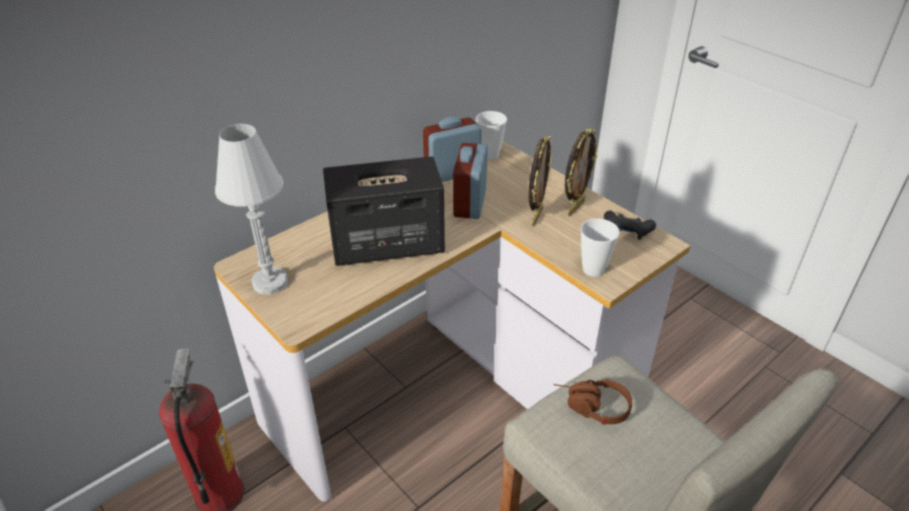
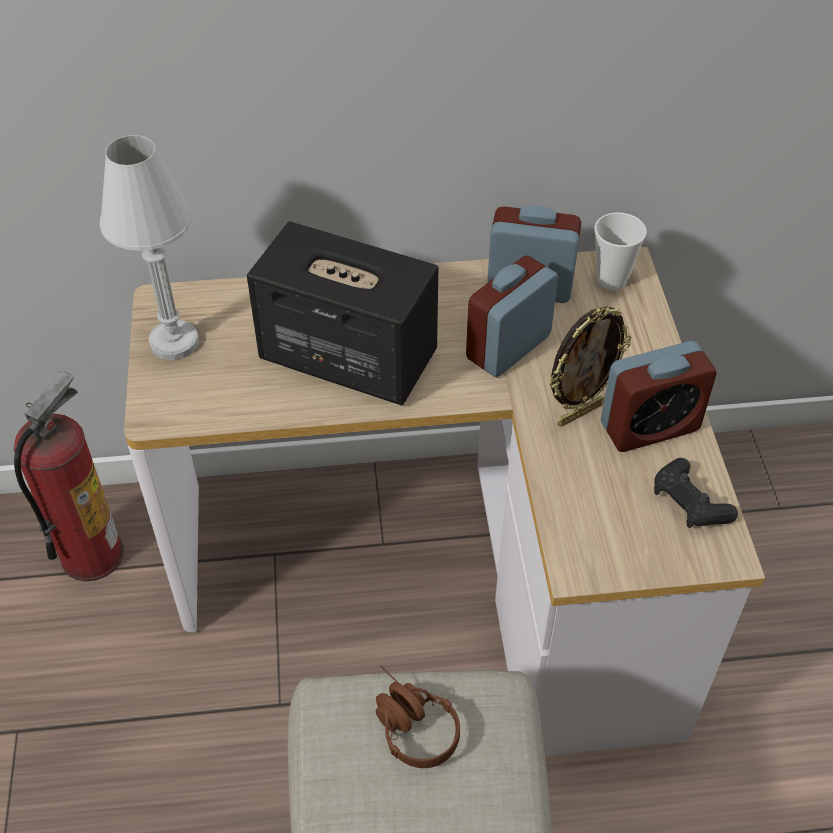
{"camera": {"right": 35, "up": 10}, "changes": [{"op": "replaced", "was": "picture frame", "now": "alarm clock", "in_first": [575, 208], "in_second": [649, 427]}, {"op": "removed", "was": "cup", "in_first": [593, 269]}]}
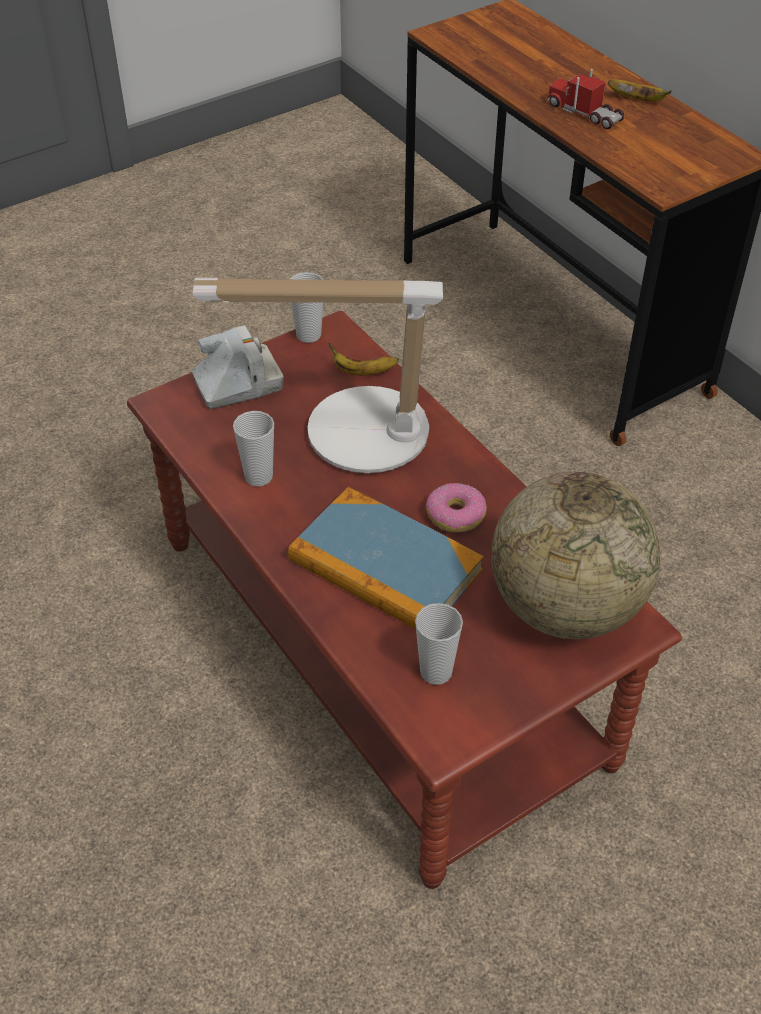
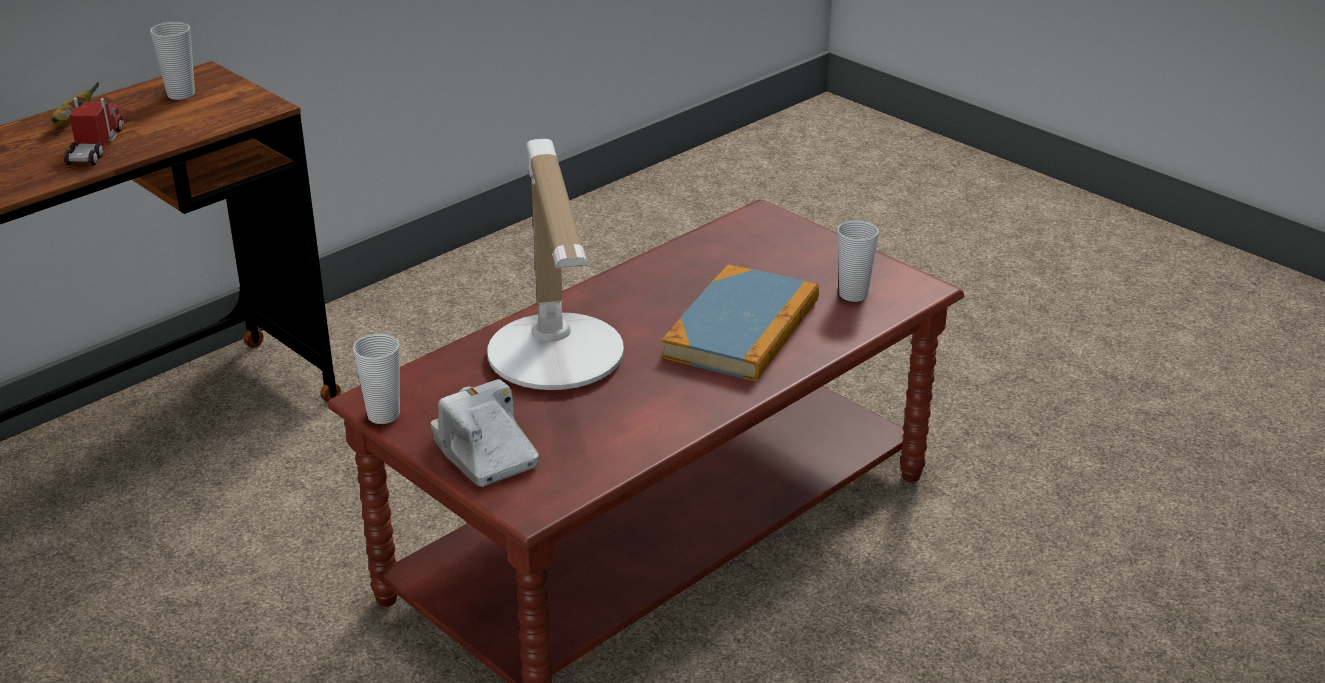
{"camera": {"right": -100, "up": -15}, "changes": [{"op": "moved", "was": "cup", "in_first": [258, 477], "in_second": [181, 94]}, {"op": "removed", "was": "banana", "in_first": [362, 372]}, {"op": "removed", "was": "donut", "in_first": [456, 515]}, {"op": "removed", "was": "globe", "in_first": [565, 607]}, {"op": "turned", "was": "toy truck", "in_first": [584, 113], "in_second": [95, 147], "clockwise": 150}]}
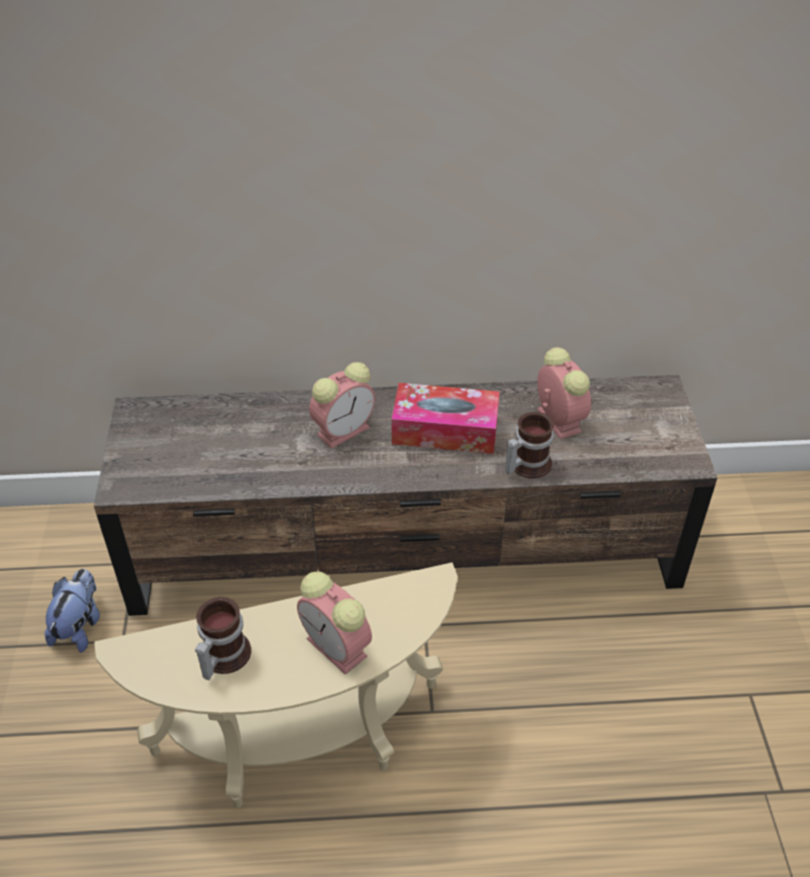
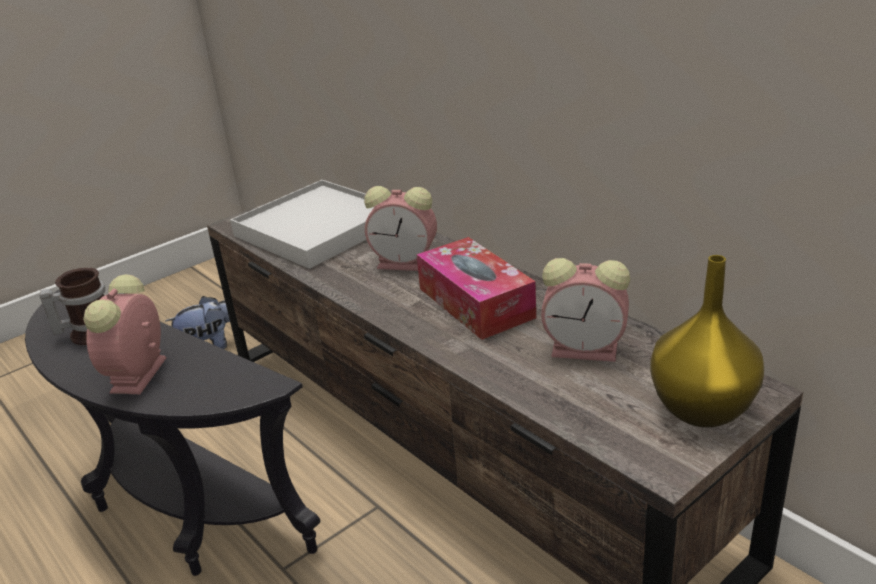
{"camera": {"right": 55, "up": -15}, "changes": [{"op": "recoloured", "was": "beige side table", "now": "black side table", "in_first": [303, 747], "in_second": [182, 511]}, {"op": "removed", "was": "mug", "in_first": [526, 464]}, {"op": "turned", "was": "alarm clock", "in_first": [557, 419], "in_second": [587, 349], "clockwise": 75}, {"op": "added", "now": "white tray", "in_second": [317, 229]}, {"op": "added", "now": "yellow vase", "in_second": [702, 408]}]}
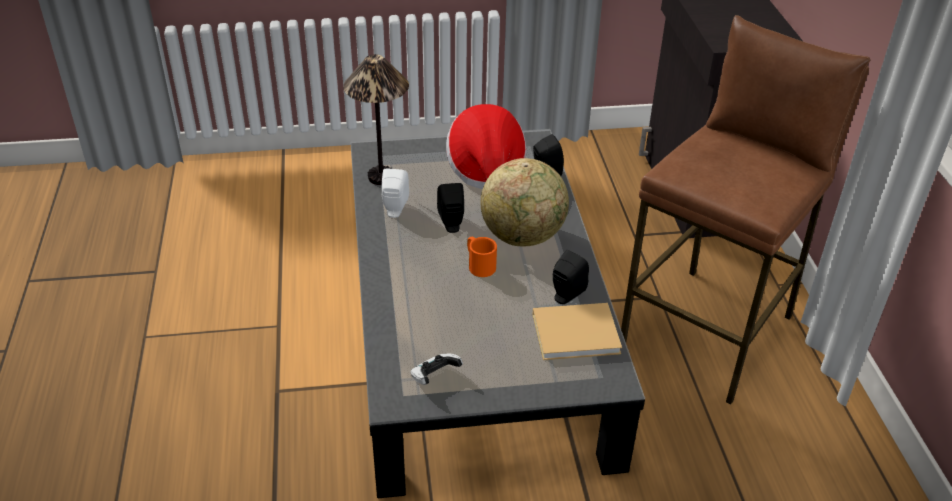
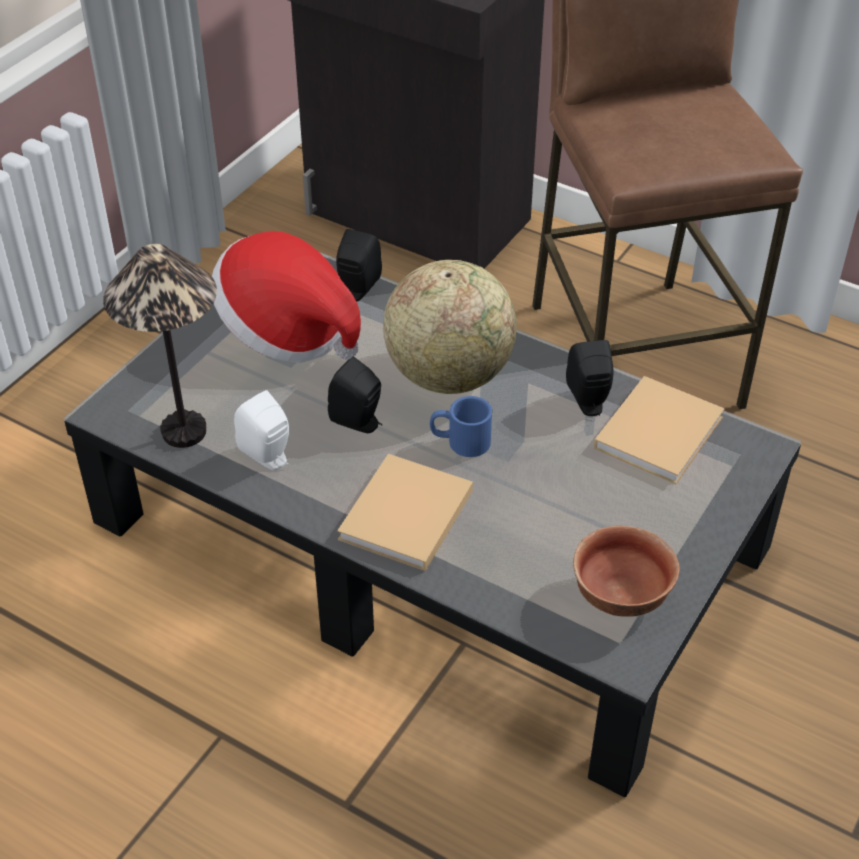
{"camera": {"right": -50, "up": 5}, "changes": [{"op": "replaced", "was": "game controller", "now": "bowl", "in_first": [434, 377], "in_second": [620, 594]}, {"op": "recoloured", "was": "orange mug", "now": "blue mug", "in_first": [479, 264], "in_second": [460, 441]}, {"op": "added", "now": "beige book", "in_second": [404, 518]}]}
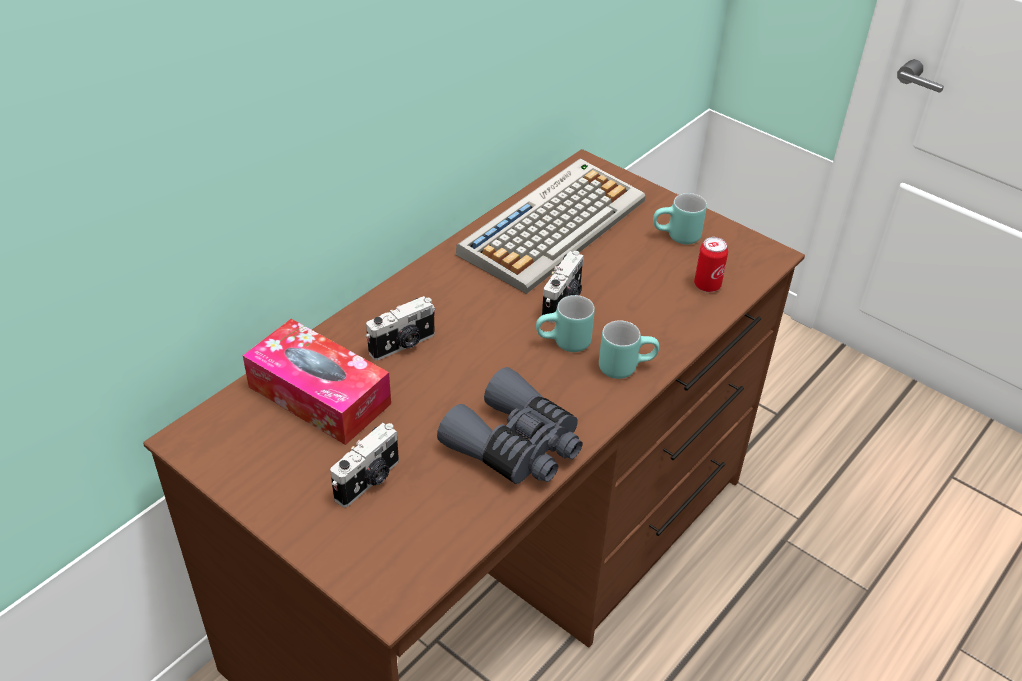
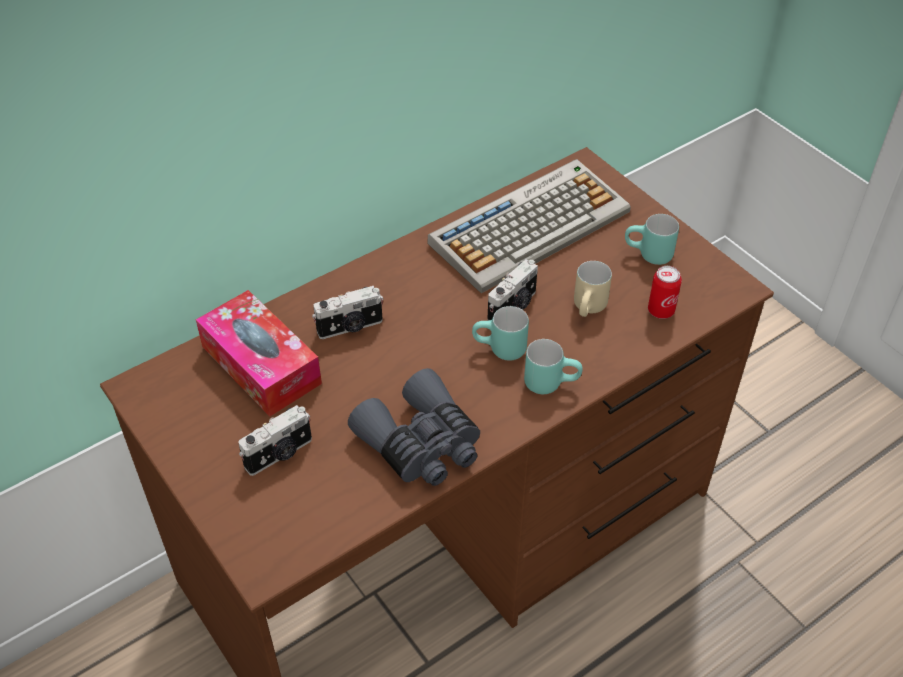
{"camera": {"right": 15, "up": 5}, "changes": [{"op": "added", "now": "beige mug", "in_second": [590, 309]}]}
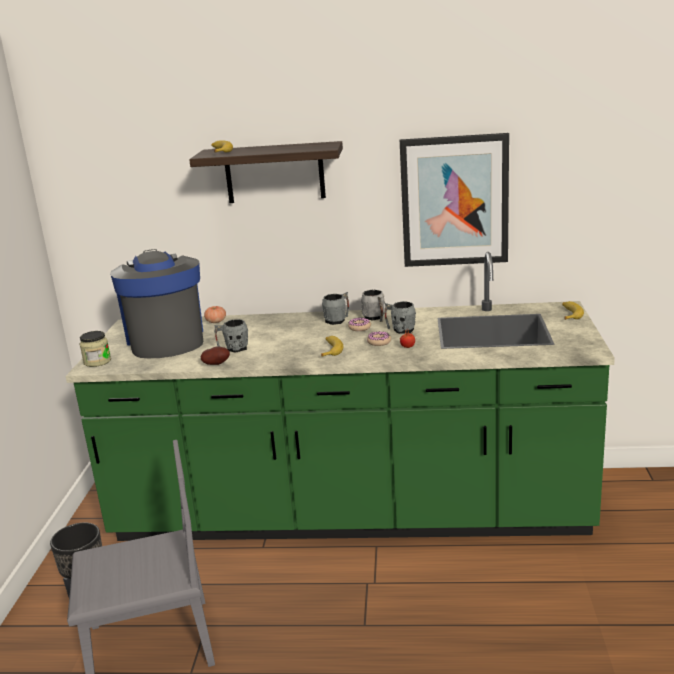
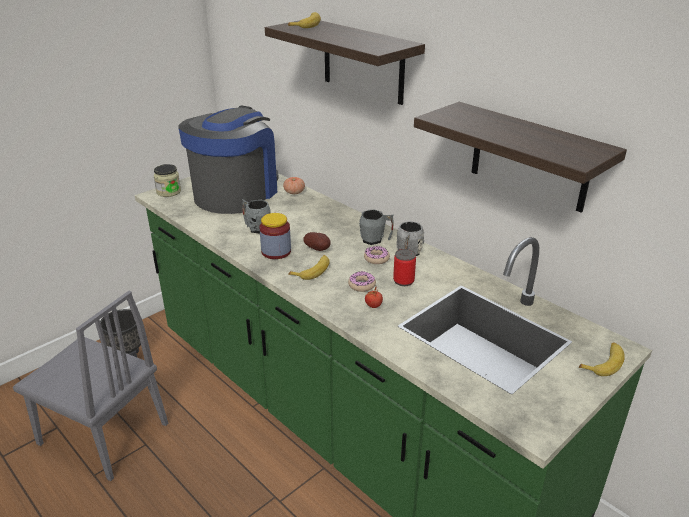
{"camera": {"right": 40, "up": 10}, "changes": [{"op": "moved", "was": "potato", "in_first": [217, 364], "in_second": [318, 249]}, {"op": "replaced", "was": "grey mug", "now": "can", "in_first": [400, 329], "in_second": [403, 281]}, {"op": "replaced", "was": "picture", "now": "shelf", "in_first": [454, 201], "in_second": [529, 157]}, {"op": "added", "now": "jar", "in_second": [276, 251]}]}
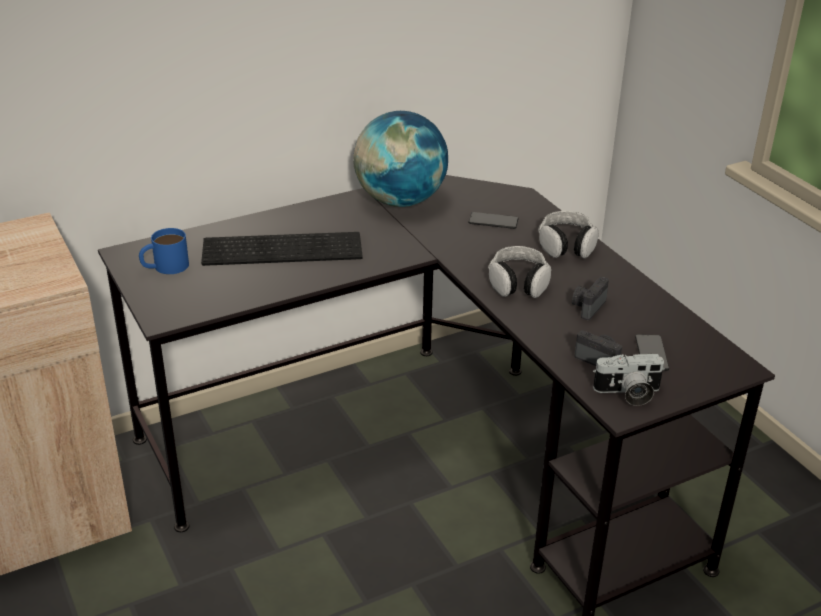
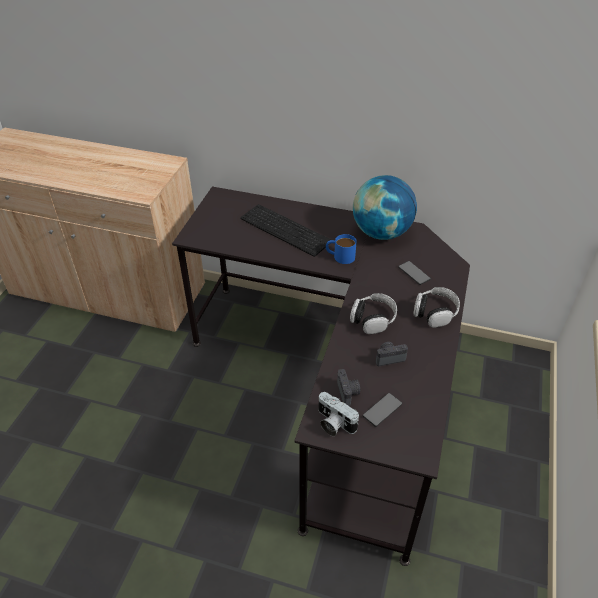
{"camera": {"right": 45, "up": 10}, "changes": [{"op": "moved", "was": "blue mug", "in_first": [165, 267], "in_second": [340, 256]}]}
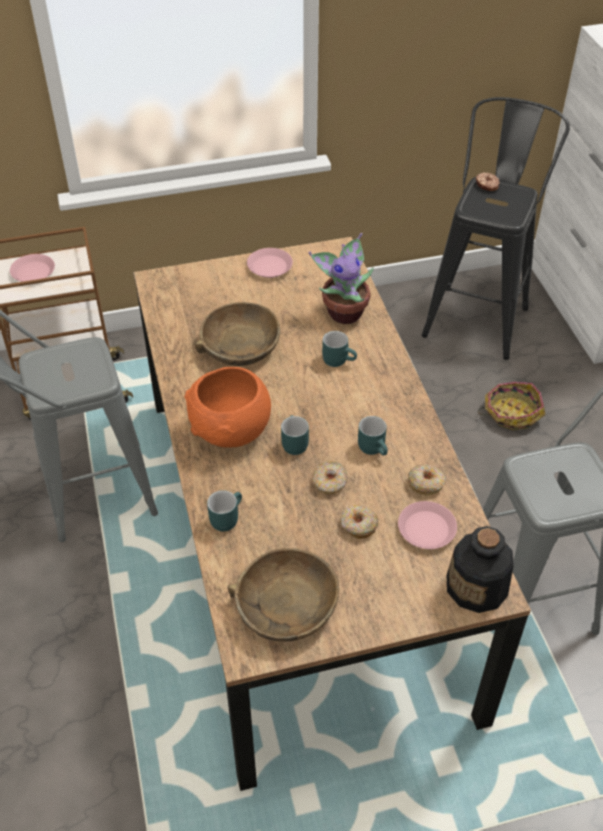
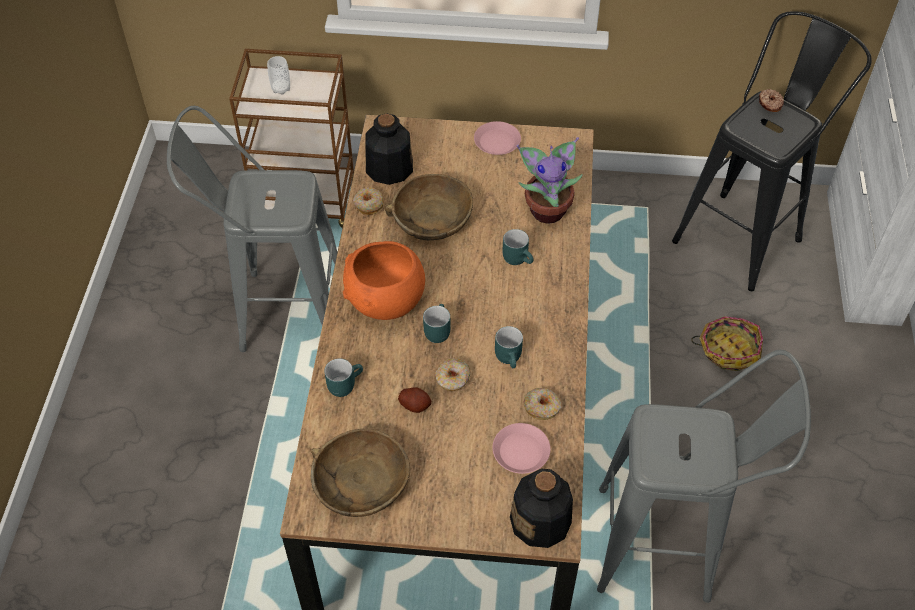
{"camera": {"right": 20, "up": 5}, "changes": [{"op": "replaced", "was": "pink plate", "now": "cup", "in_first": [33, 272], "in_second": [281, 88]}, {"op": "moved", "was": "donut", "in_first": [358, 525], "in_second": [368, 204]}, {"op": "added", "now": "bottle", "in_second": [388, 168]}, {"op": "added", "now": "potato", "in_second": [415, 405]}]}
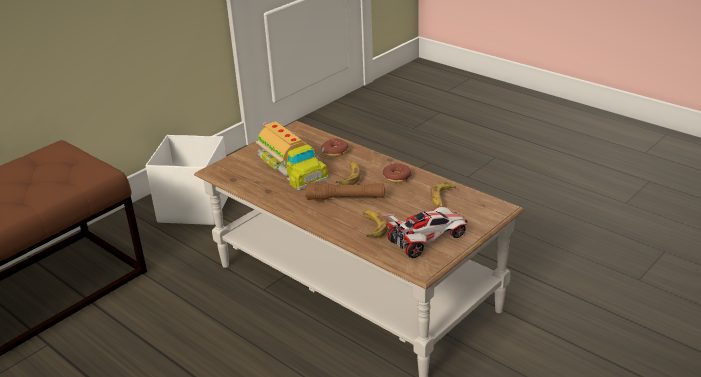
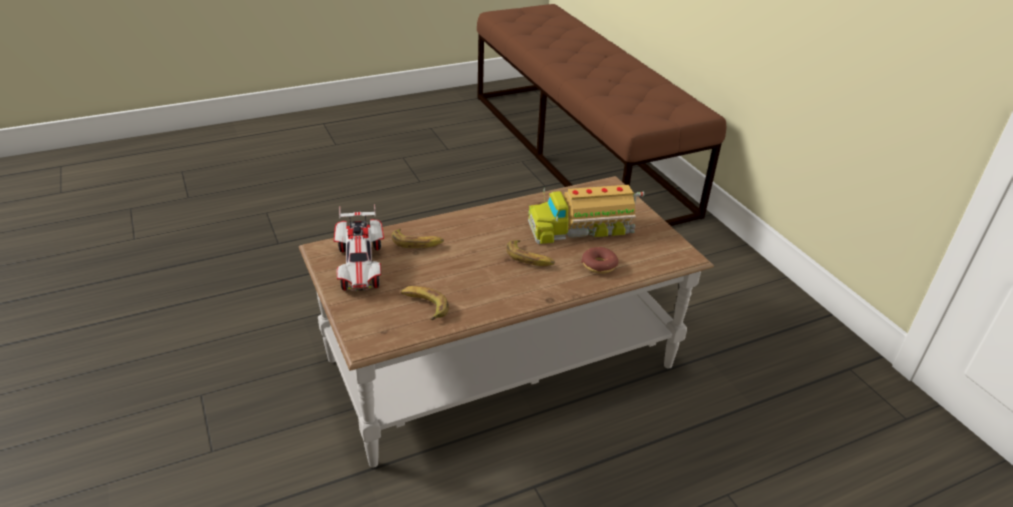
{"camera": {"right": 110, "up": 5}, "changes": [{"op": "removed", "was": "white storage box", "in_first": [196, 206]}, {"op": "removed", "was": "brown flashlight", "in_first": [345, 198]}, {"op": "removed", "was": "donut", "in_first": [396, 177]}]}
